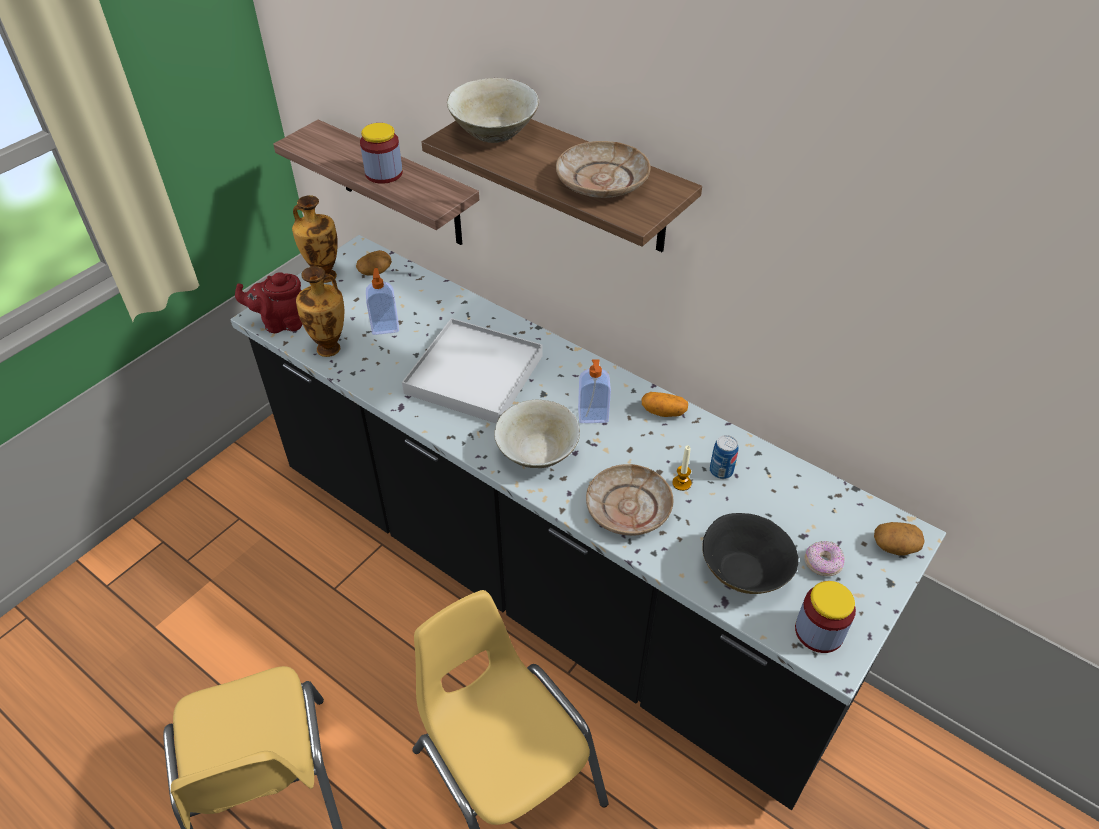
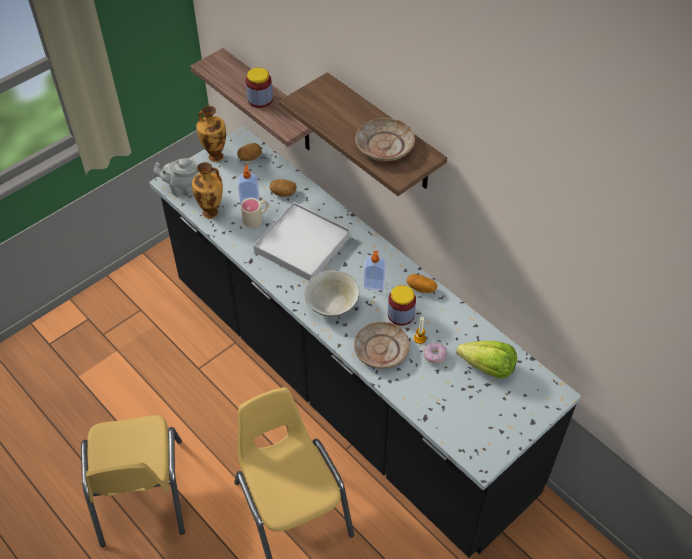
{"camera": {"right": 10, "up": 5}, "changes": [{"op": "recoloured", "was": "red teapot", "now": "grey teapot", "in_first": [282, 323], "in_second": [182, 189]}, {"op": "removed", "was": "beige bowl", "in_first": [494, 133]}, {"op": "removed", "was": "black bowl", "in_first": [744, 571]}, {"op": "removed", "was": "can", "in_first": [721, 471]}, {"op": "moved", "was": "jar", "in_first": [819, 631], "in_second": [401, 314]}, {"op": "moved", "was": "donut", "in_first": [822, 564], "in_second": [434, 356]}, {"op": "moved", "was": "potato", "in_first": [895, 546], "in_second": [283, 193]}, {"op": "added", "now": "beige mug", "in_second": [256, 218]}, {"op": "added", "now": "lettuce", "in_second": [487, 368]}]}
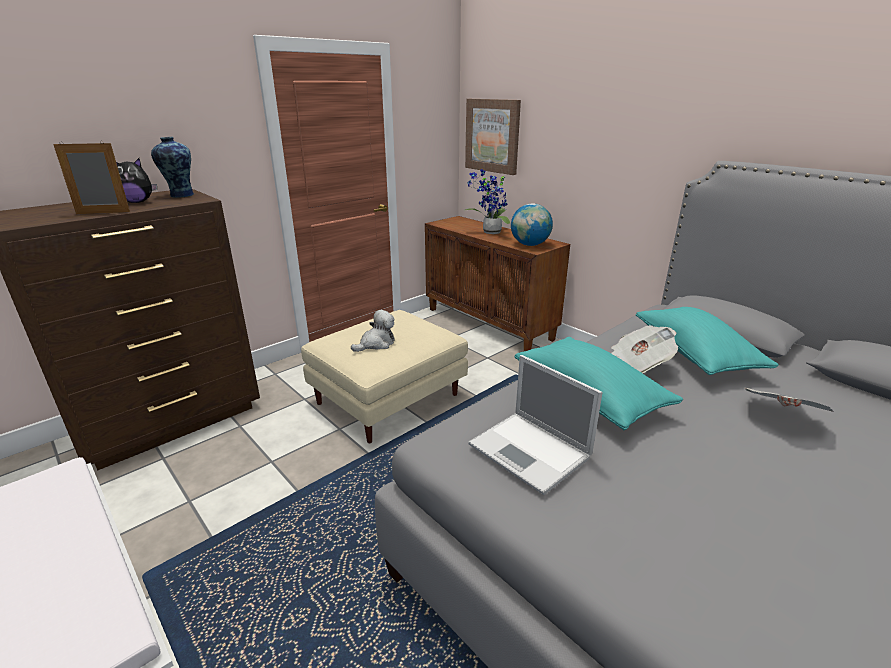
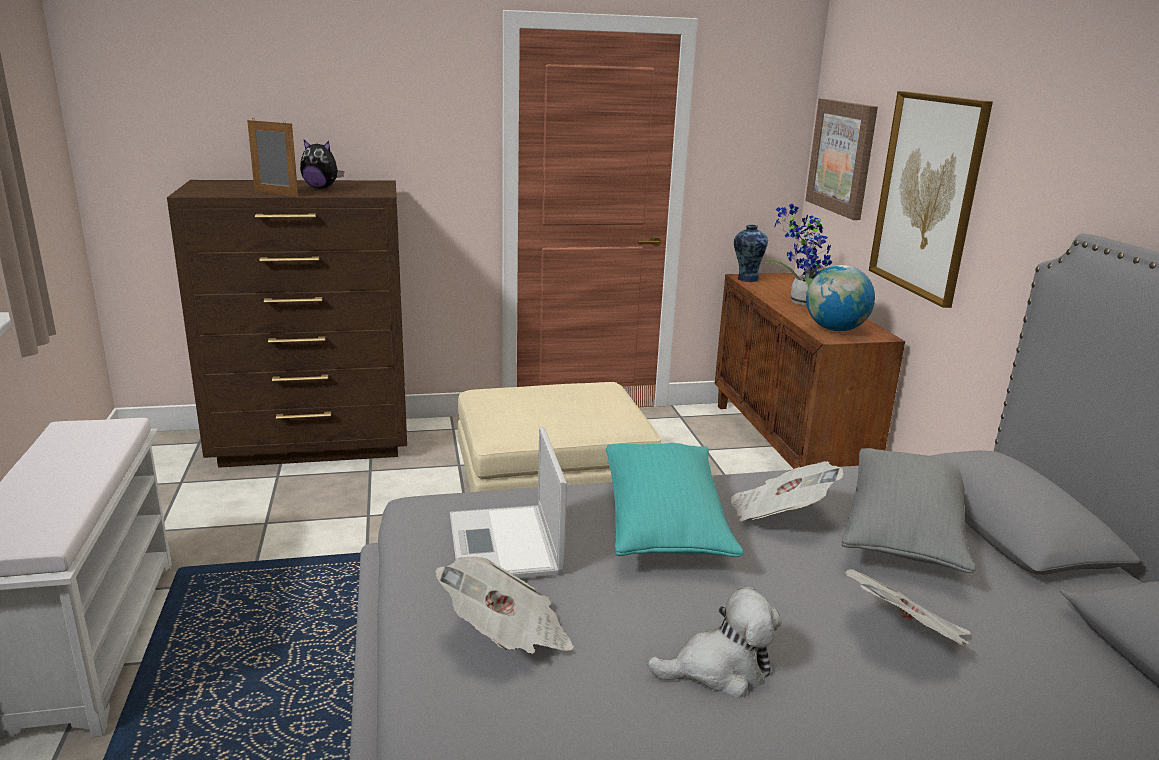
{"camera": {"right": 30, "up": -5}, "changes": [{"op": "moved", "was": "vase", "in_first": [180, 195], "in_second": [746, 279]}, {"op": "moved", "was": "plush toy", "in_first": [376, 344], "in_second": [719, 670]}, {"op": "recoloured", "was": "turquoise pillow", "now": "grey pillow", "in_first": [695, 354], "in_second": [904, 531]}, {"op": "added", "now": "newspaper", "in_second": [507, 636]}, {"op": "added", "now": "picture", "in_second": [927, 195]}]}
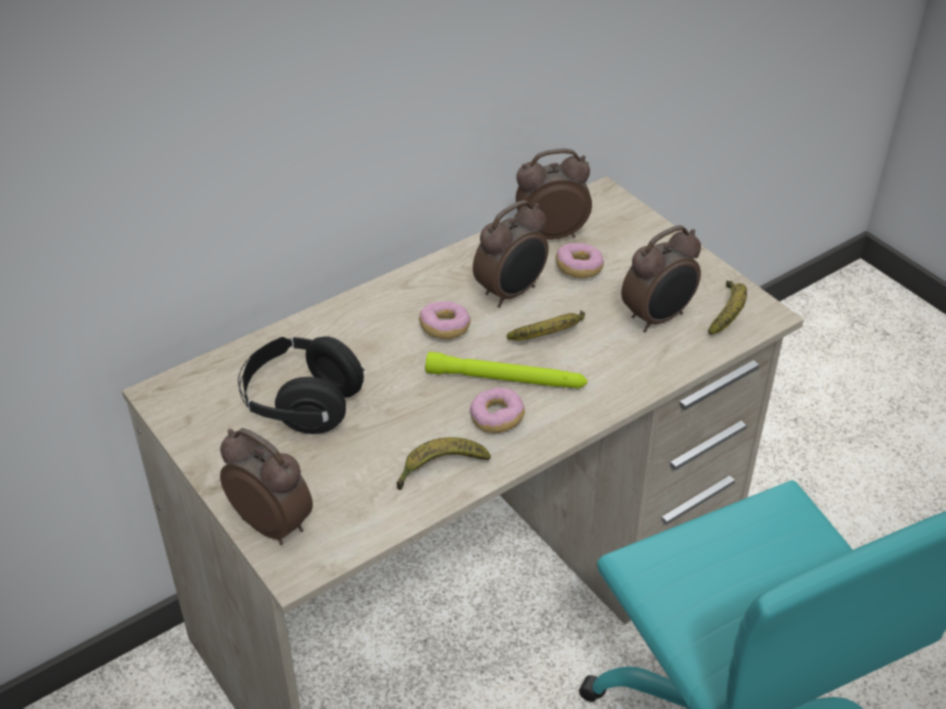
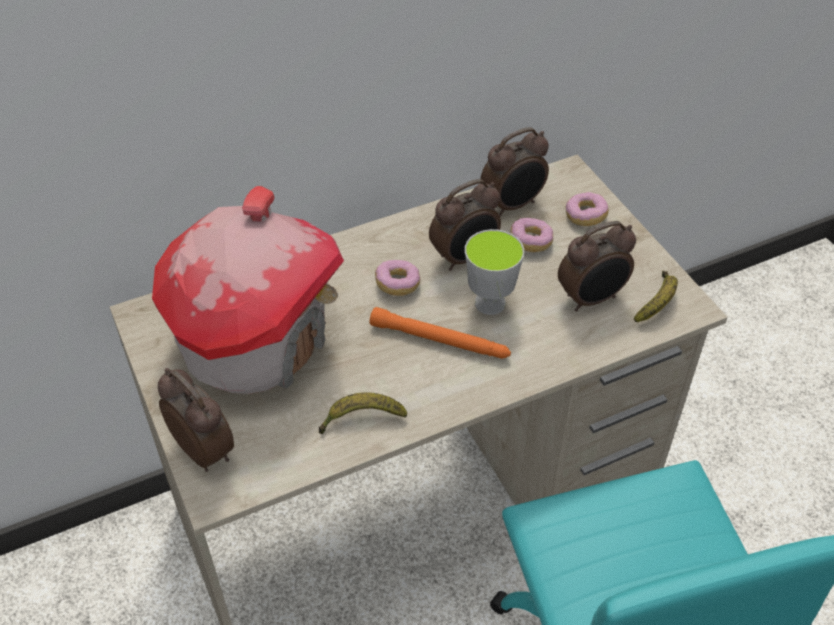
{"camera": {"right": 10, "up": 5}, "changes": [{"op": "replaced", "was": "black headphones", "now": "toy house", "in_first": [302, 404], "in_second": [256, 340]}, {"op": "recoloured", "was": "green flashlight", "now": "orange flashlight", "in_first": [506, 379], "in_second": [440, 340]}, {"op": "moved", "was": "donut", "in_first": [497, 419], "in_second": [585, 216]}, {"op": "replaced", "was": "banana", "now": "cup", "in_first": [550, 335], "in_second": [490, 303]}, {"op": "turned", "was": "alarm clock", "in_first": [550, 234], "in_second": [513, 205], "clockwise": 150}]}
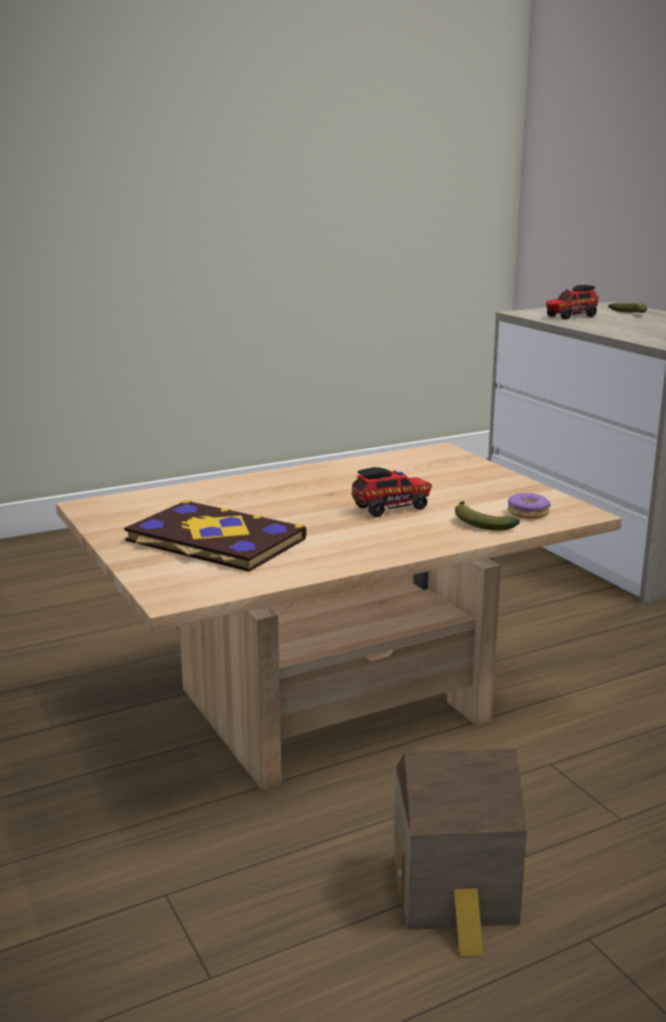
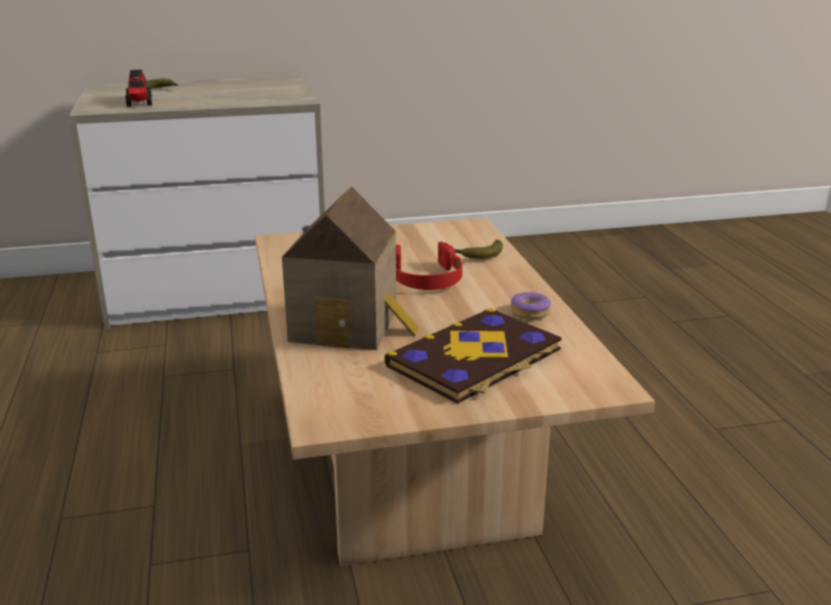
{"camera": {"right": -75, "up": 5}, "changes": [{"op": "replaced", "was": "toy truck", "now": "red headphones", "in_first": [392, 508], "in_second": [426, 278]}, {"op": "moved", "was": "toy house", "in_first": [456, 893], "in_second": [350, 326]}, {"op": "moved", "was": "donut", "in_first": [528, 513], "in_second": [530, 312]}]}
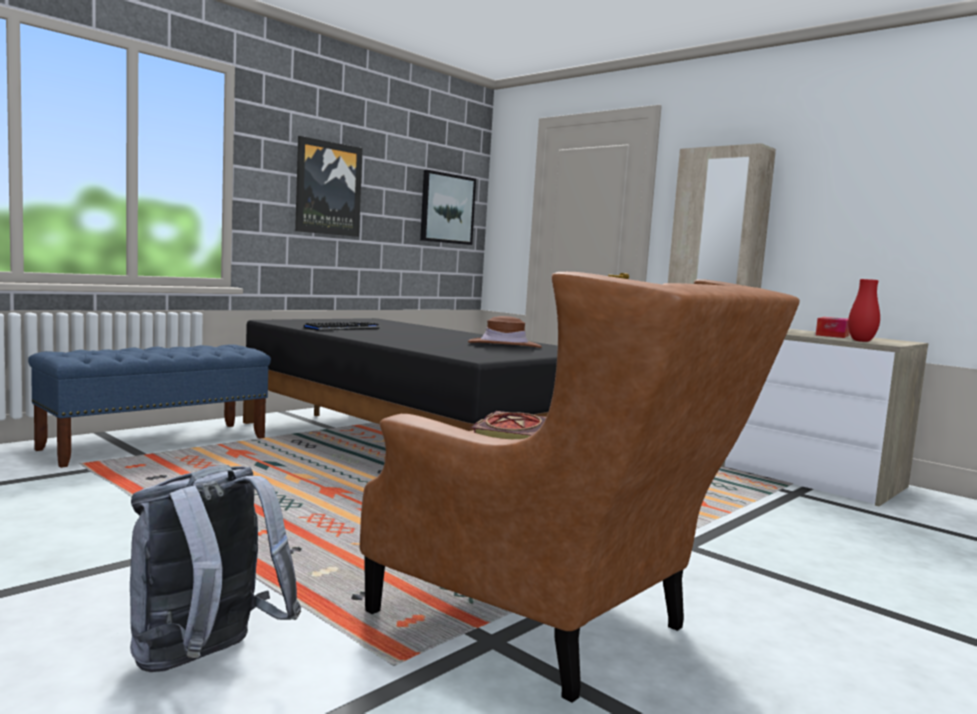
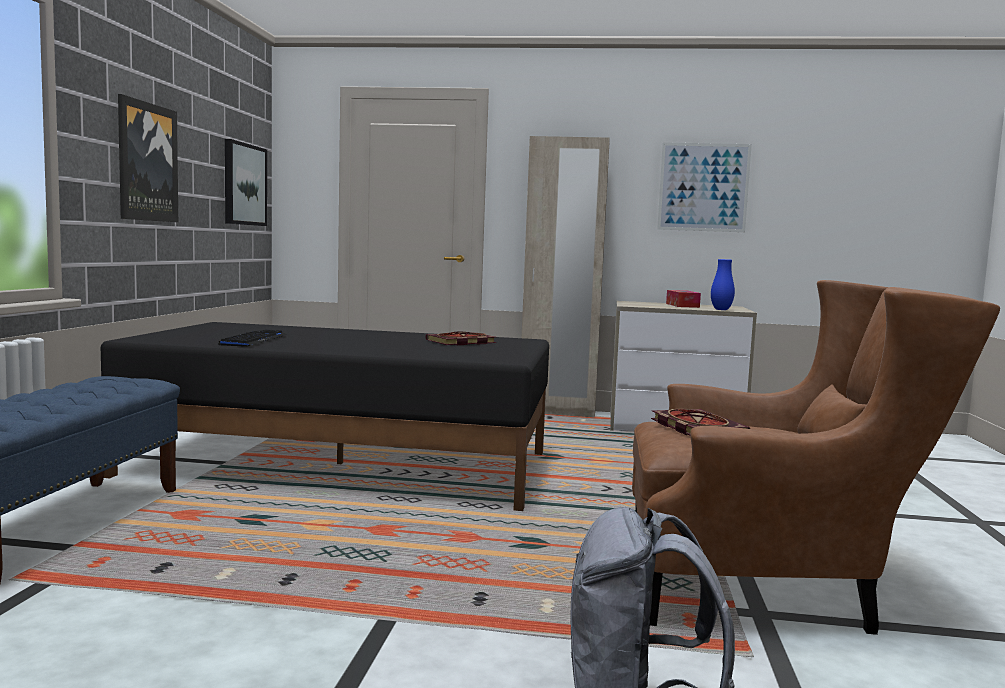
{"camera": {"right": -35, "up": 0}, "changes": [{"op": "replaced", "was": "brown hat", "now": "book", "in_first": [504, 345], "in_second": [460, 342]}, {"op": "recoloured", "was": "red vase", "now": "blue vase", "in_first": [861, 341], "in_second": [721, 309]}, {"op": "added", "now": "picture", "in_second": [703, 187]}]}
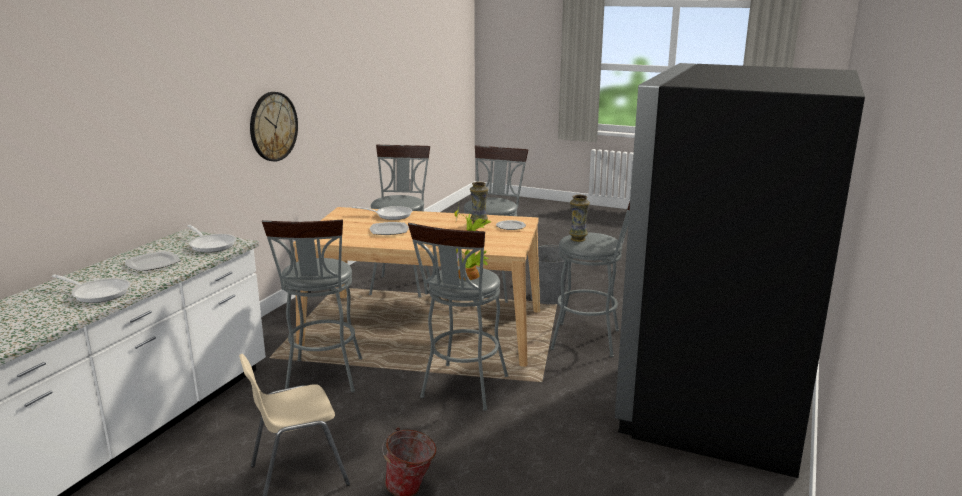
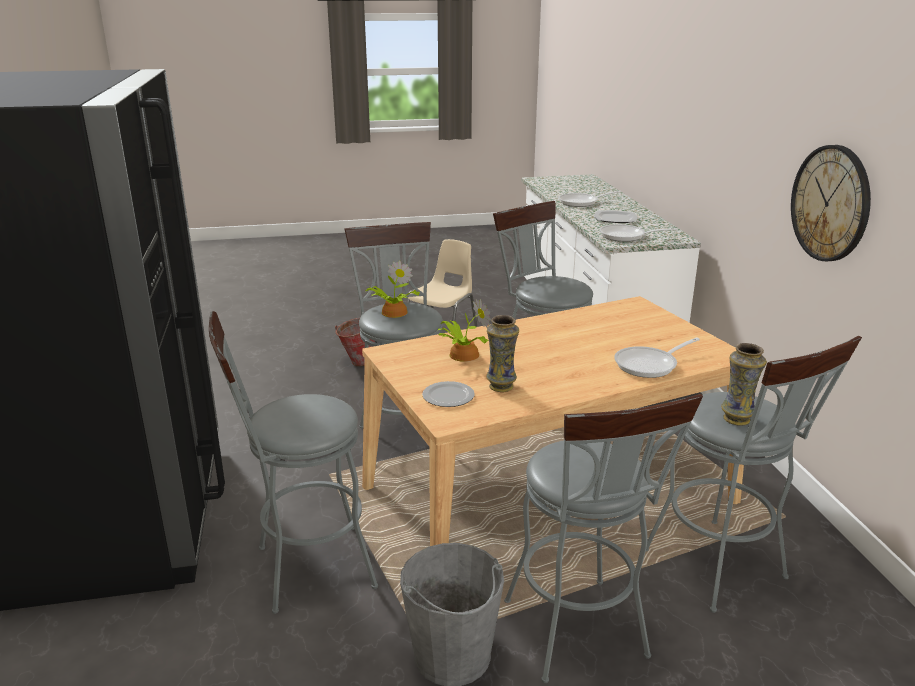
{"camera": {"right": 145, "up": 5}, "changes": [{"op": "removed", "was": "plate", "in_first": [389, 230]}, {"op": "moved", "was": "vase", "in_first": [578, 239], "in_second": [737, 419]}]}
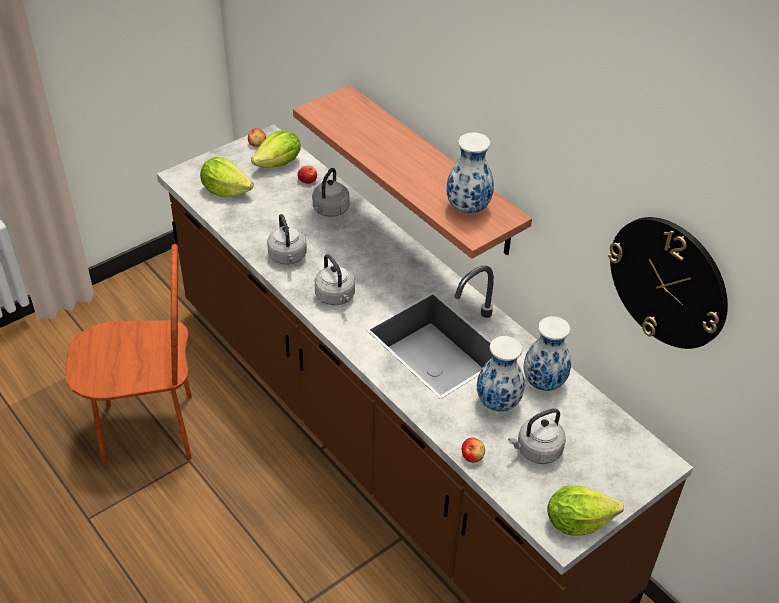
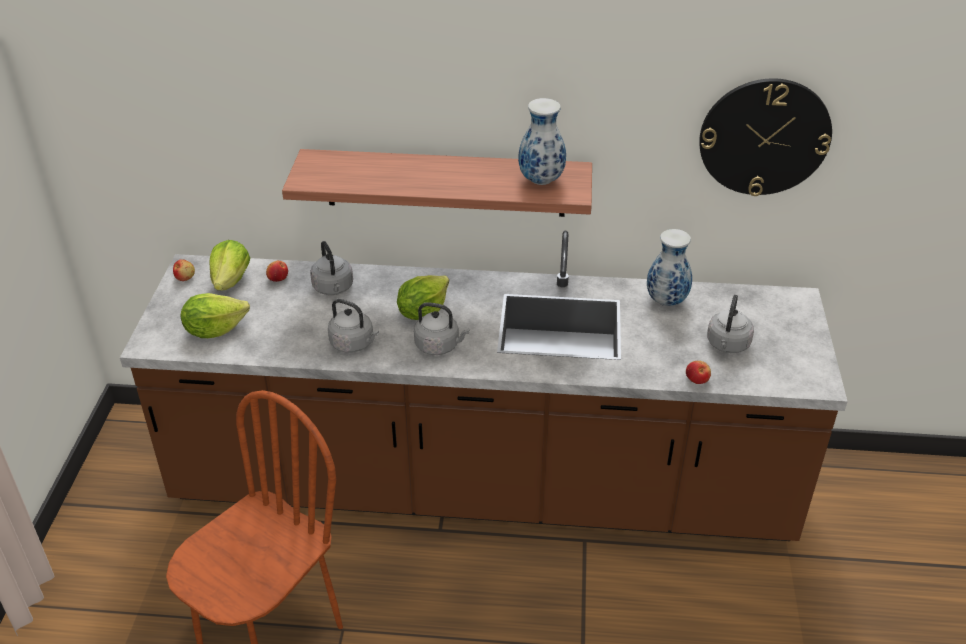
{"camera": {"right": -45, "up": -5}, "changes": [{"op": "removed", "was": "vase", "in_first": [498, 403]}, {"op": "moved", "was": "lettuce", "in_first": [577, 522], "in_second": [422, 312]}]}
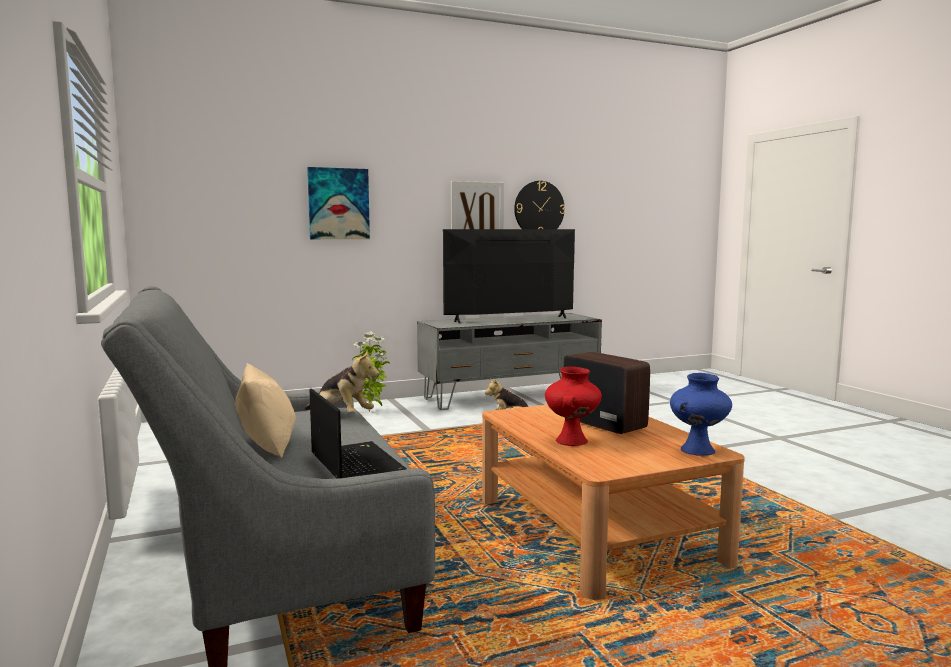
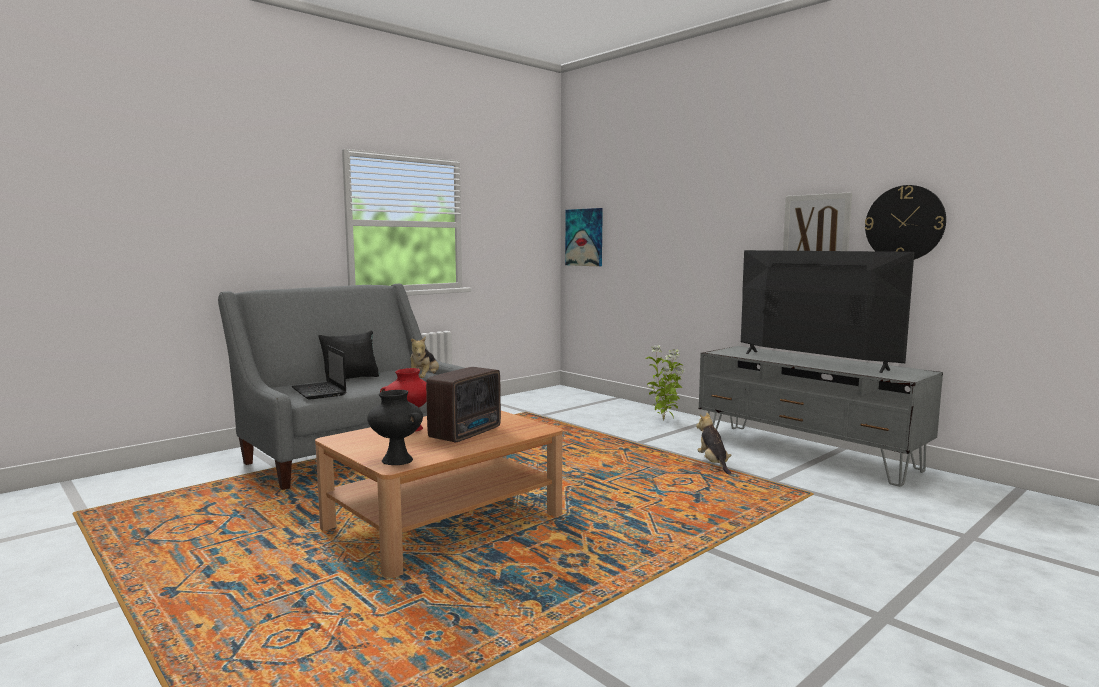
{"camera": {"right": 70, "up": 0}, "changes": [{"op": "recoloured", "was": "beige pillow", "now": "black pillow", "in_first": [267, 446], "in_second": [351, 378]}, {"op": "moved", "was": "picture", "in_first": [338, 204], "in_second": [584, 237]}, {"op": "turned", "was": "laptop", "in_first": [354, 464], "in_second": [320, 392], "clockwise": 105}, {"op": "recoloured", "was": "blue vase", "now": "black vase", "in_first": [698, 451], "in_second": [396, 460]}]}
